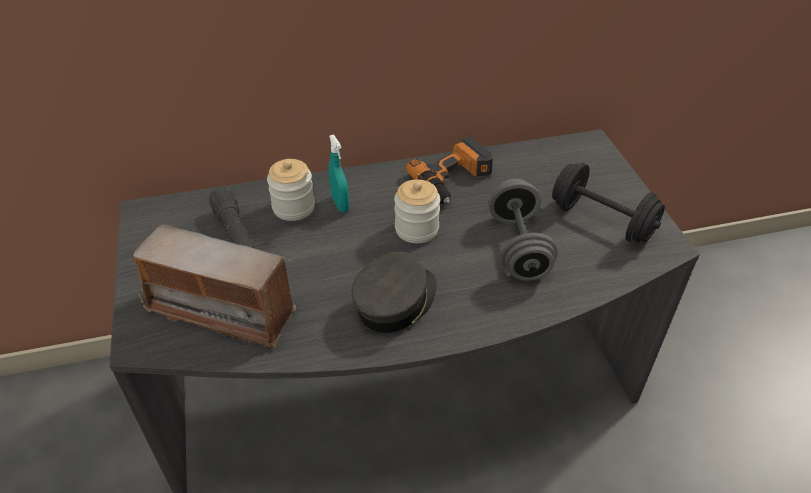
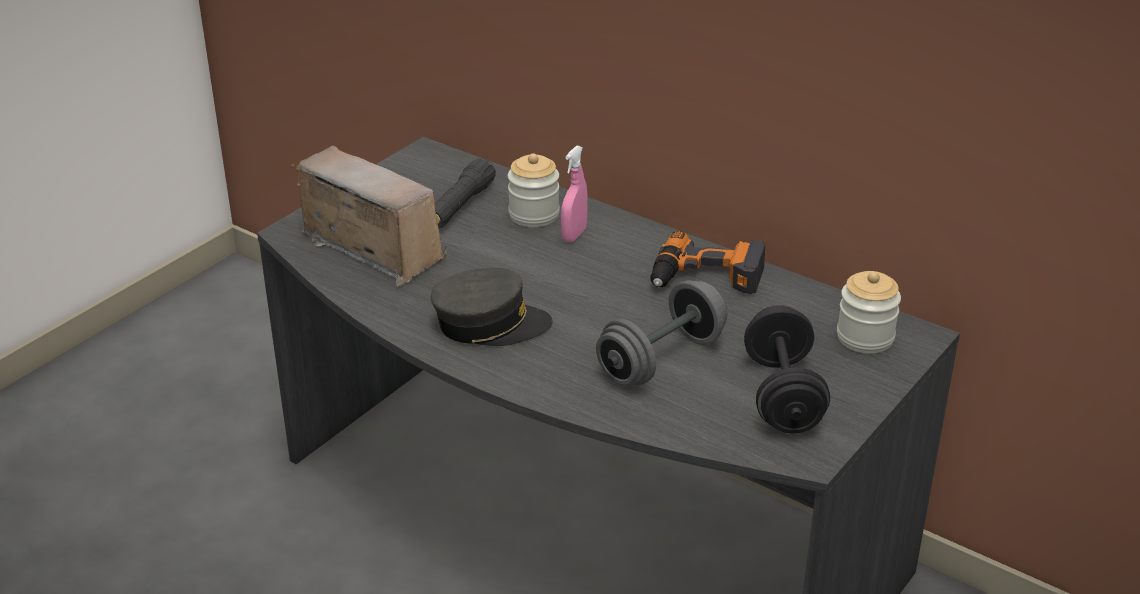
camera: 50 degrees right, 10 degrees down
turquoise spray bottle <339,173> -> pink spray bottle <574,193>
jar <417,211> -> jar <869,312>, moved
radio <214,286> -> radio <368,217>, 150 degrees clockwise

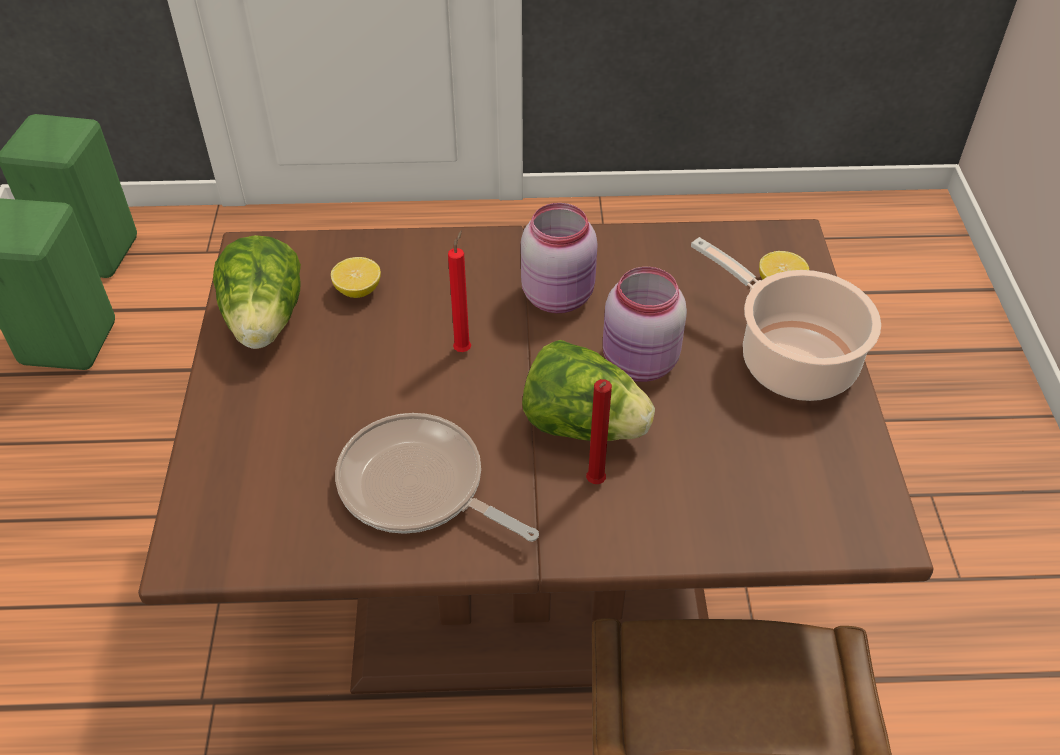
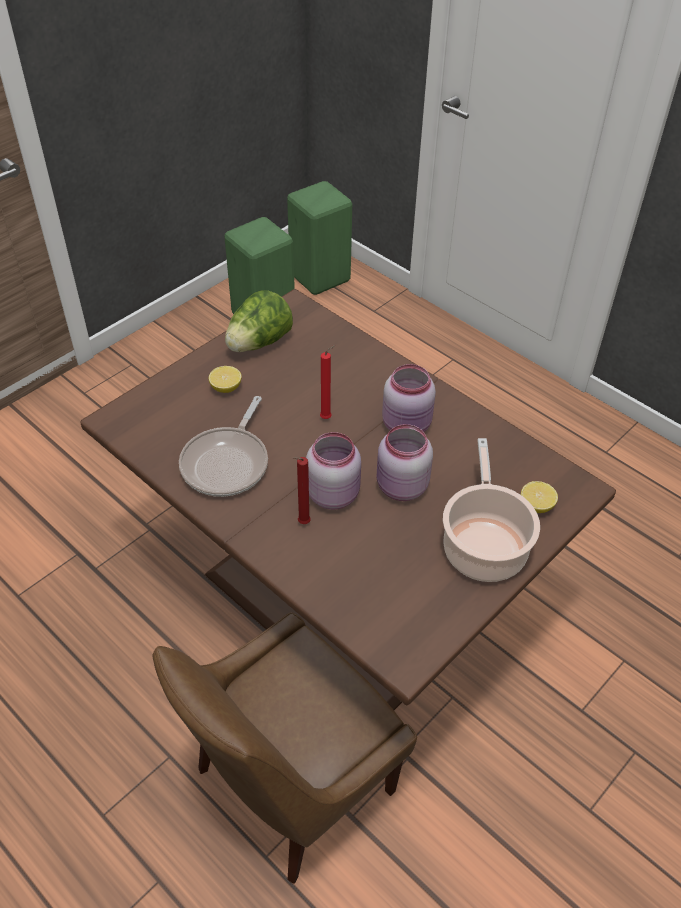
camera: 45 degrees right, 0 degrees up
lemon <356,277> -> lemon <225,379>, moved
lettuce <588,390> -> pink jar <333,471>
frying pan <437,477> -> frying pan <223,446>, 150 degrees counterclockwise

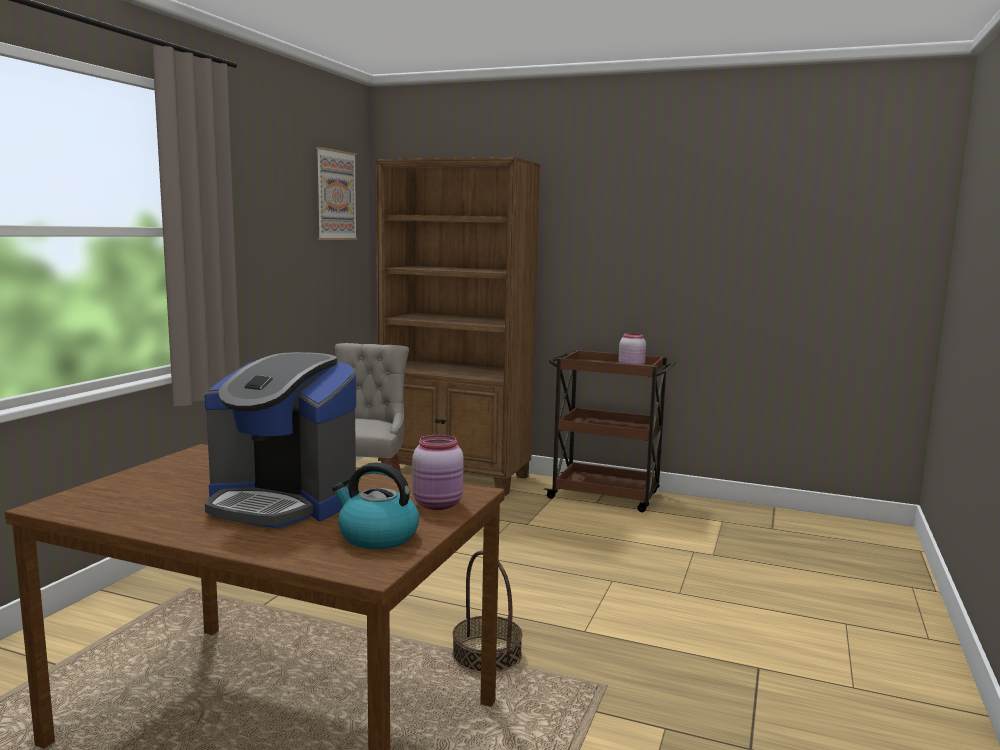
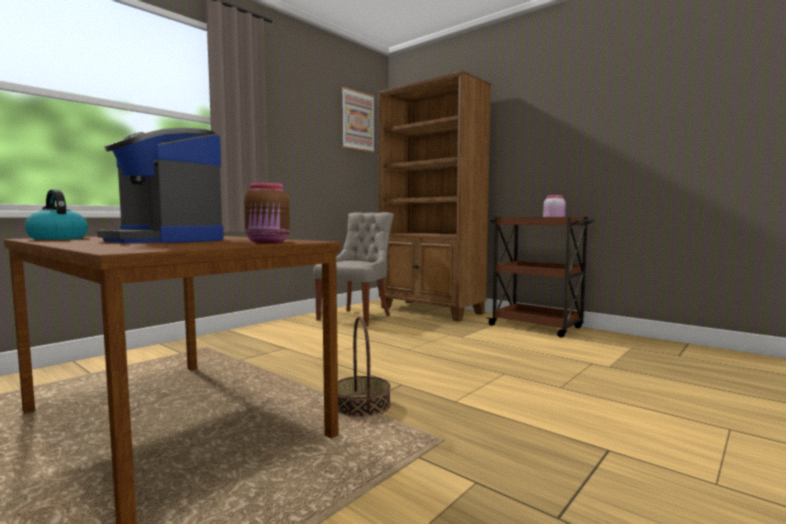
camera: 20 degrees right, 5 degrees down
pink jar <438,472> -> brown jar <267,213>
kettle <375,505> -> kettle <56,214>, moved

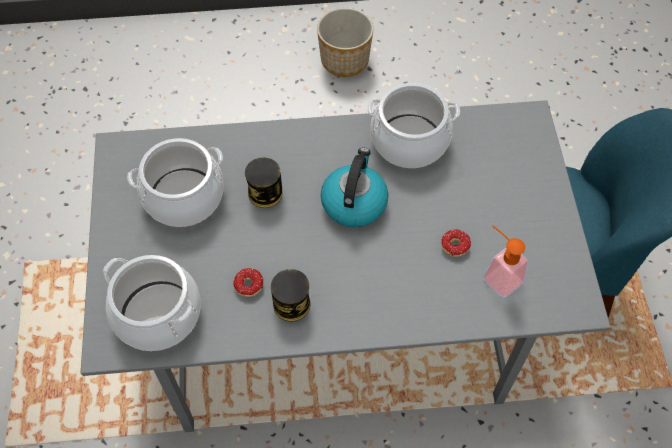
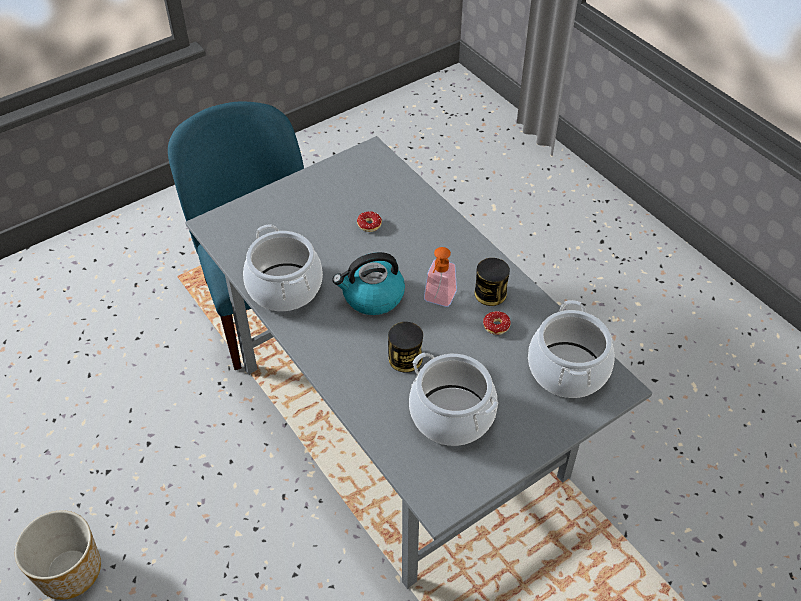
camera: 120 degrees left, 10 degrees down
soap dispenser <505,261> -> soap dispenser <440,277>, moved

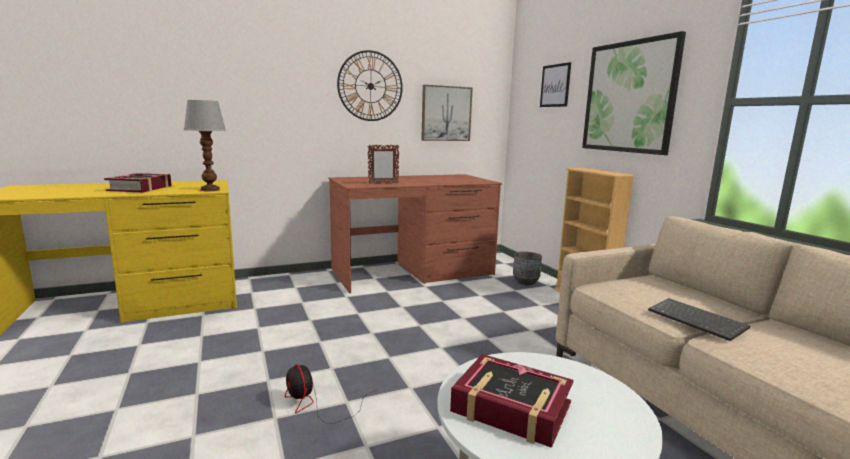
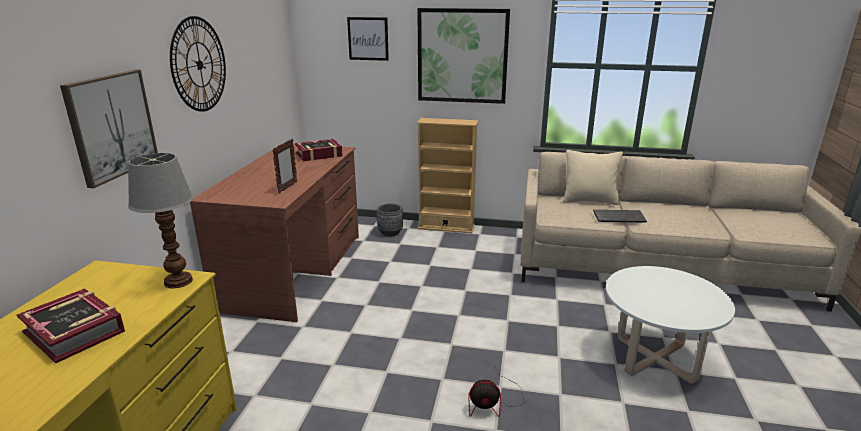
camera: 55 degrees left, 10 degrees up
picture <447,113> -> picture <109,129>, moved
book <511,401> -> book <319,150>, moved
none -> beige pillow <593,177>

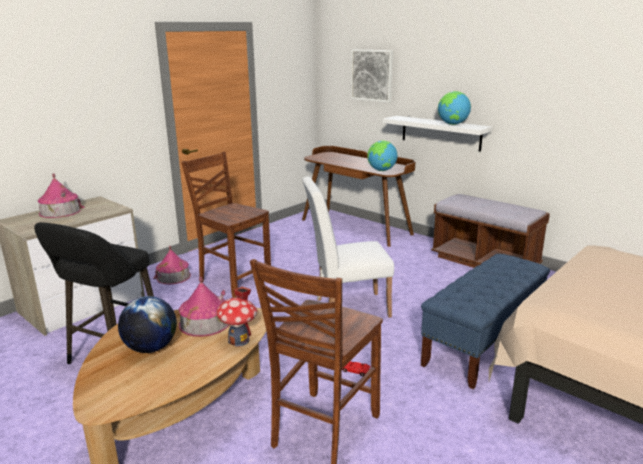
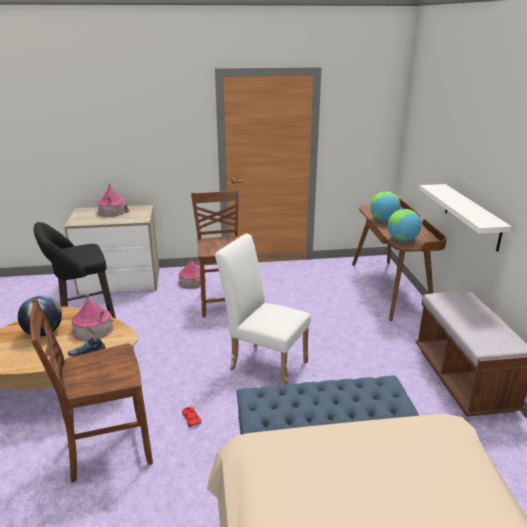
camera: 40 degrees right, 5 degrees up
picture <372,76> -> none
globe <454,108> -> globe <385,207>, moved
toy house <236,317> -> shoe <86,347>

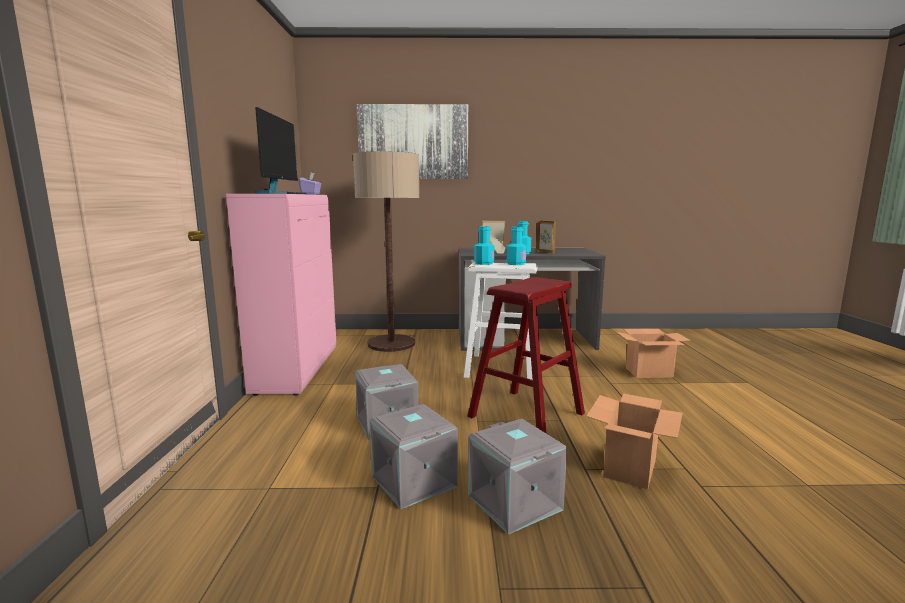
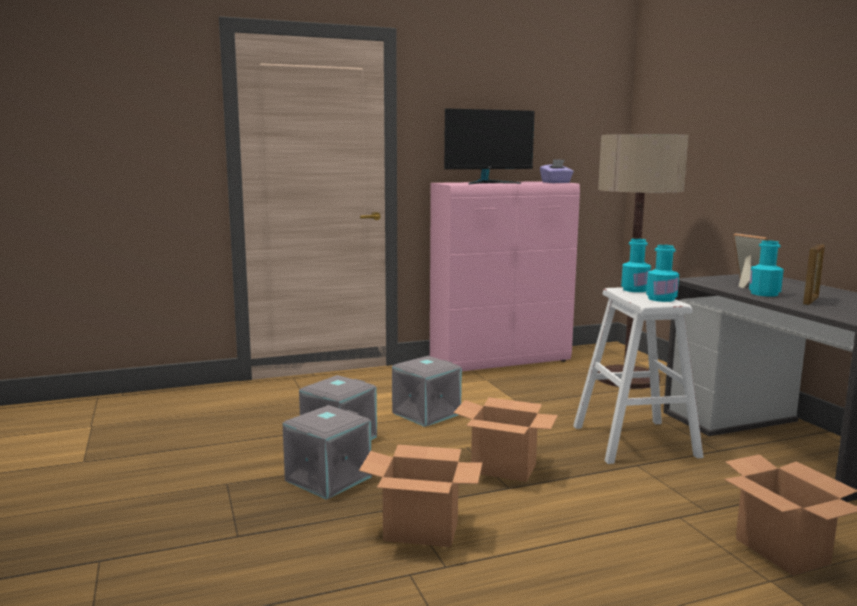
camera: 70 degrees right, 0 degrees up
picture <412,141> -> none
red stool <526,355> -> cardboard box <505,439>

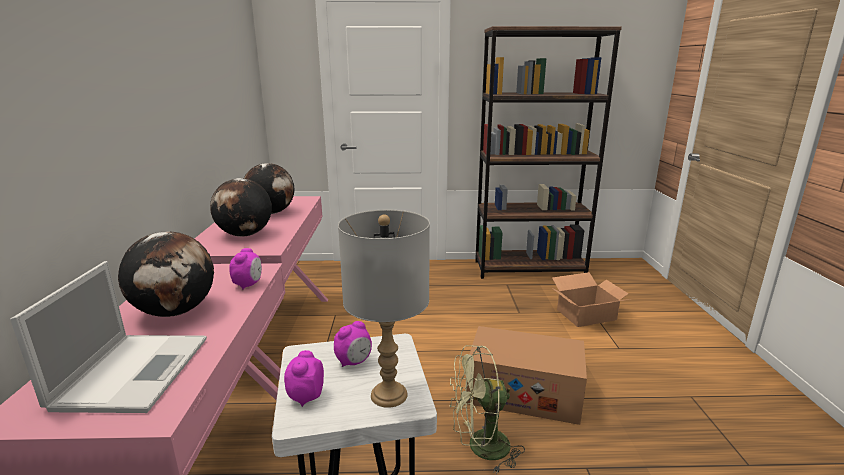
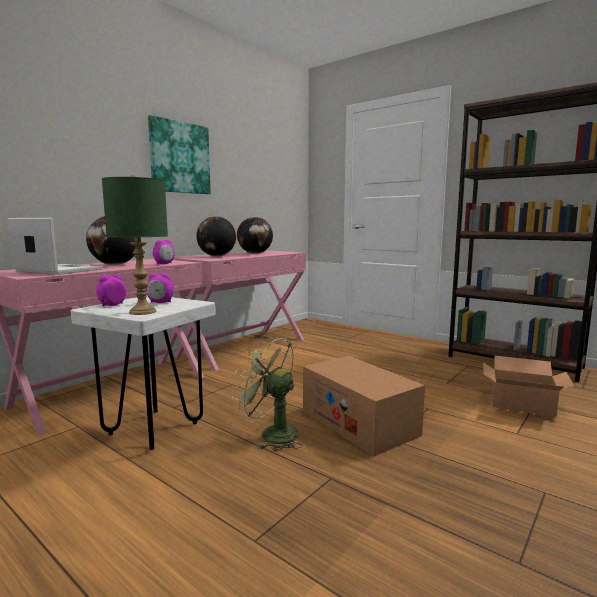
camera: 40 degrees right, 10 degrees down
grey table lamp <384,309> -> green table lamp <135,244>
laptop <108,337> -> laptop <55,246>, 105 degrees counterclockwise
none -> picture <179,154>

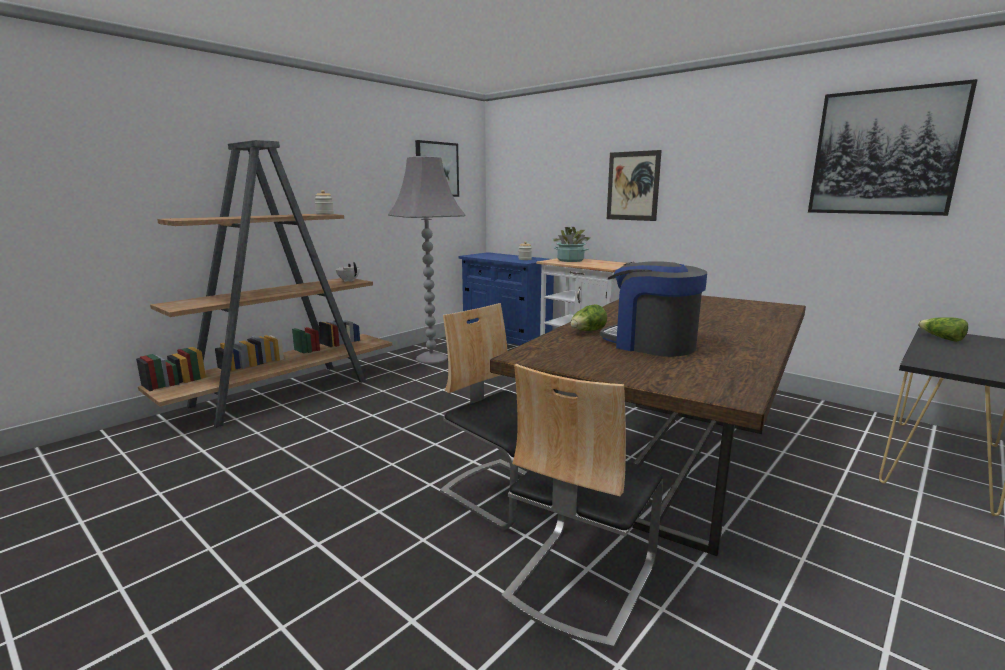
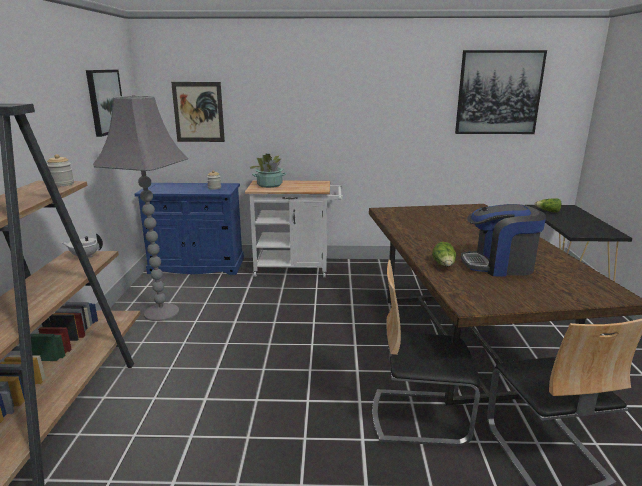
camera: 40 degrees left, 5 degrees up
picture <634,185> -> picture <198,112>, moved

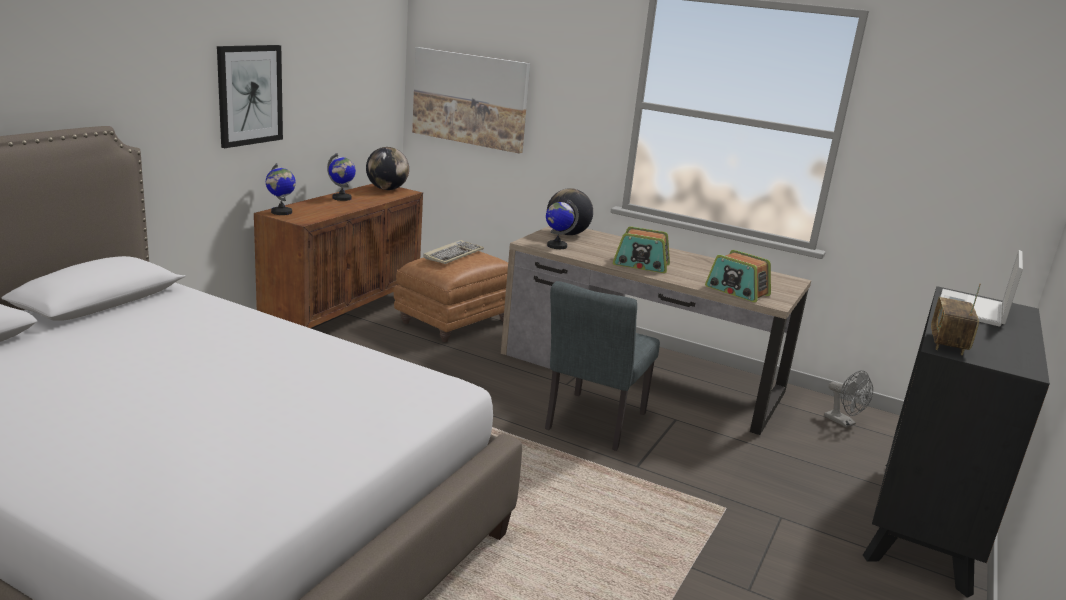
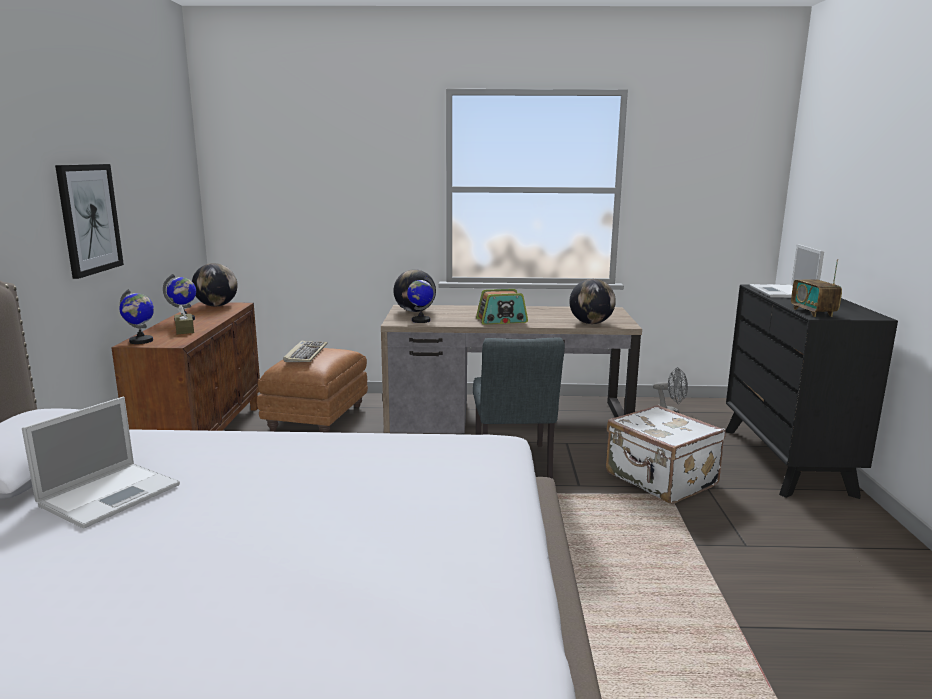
camera: 25 degrees left, 5 degrees down
picture <471,100> -> none
radio <738,276> -> globe <592,301>
none -> brown tissue box <184,319>
none -> laptop <101,463>
none -> white suitcase <666,454>

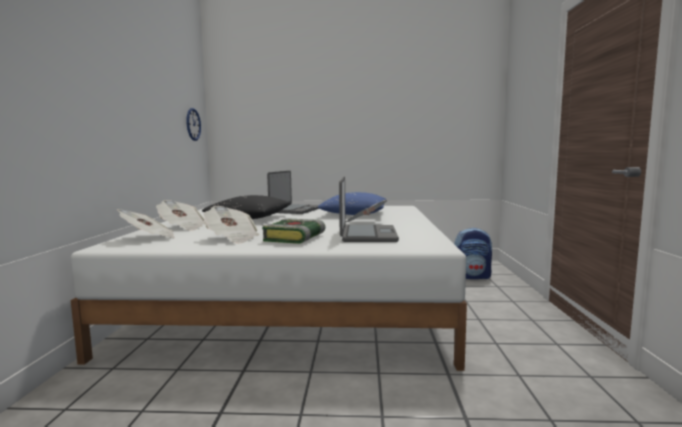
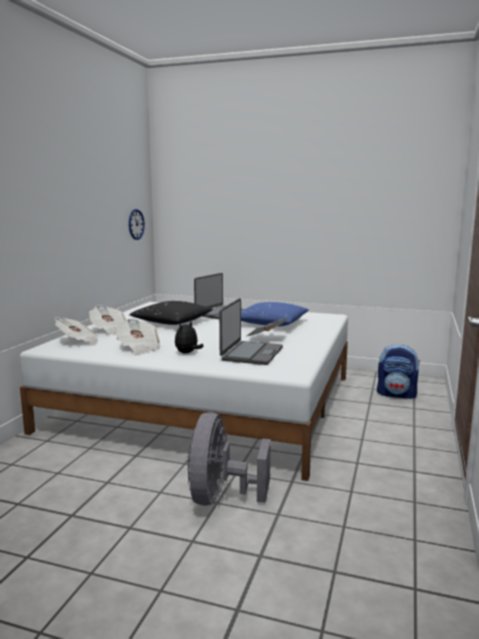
camera: 15 degrees right, 5 degrees up
book <294,231> -> plush toy <189,337>
none -> grey fan <229,459>

